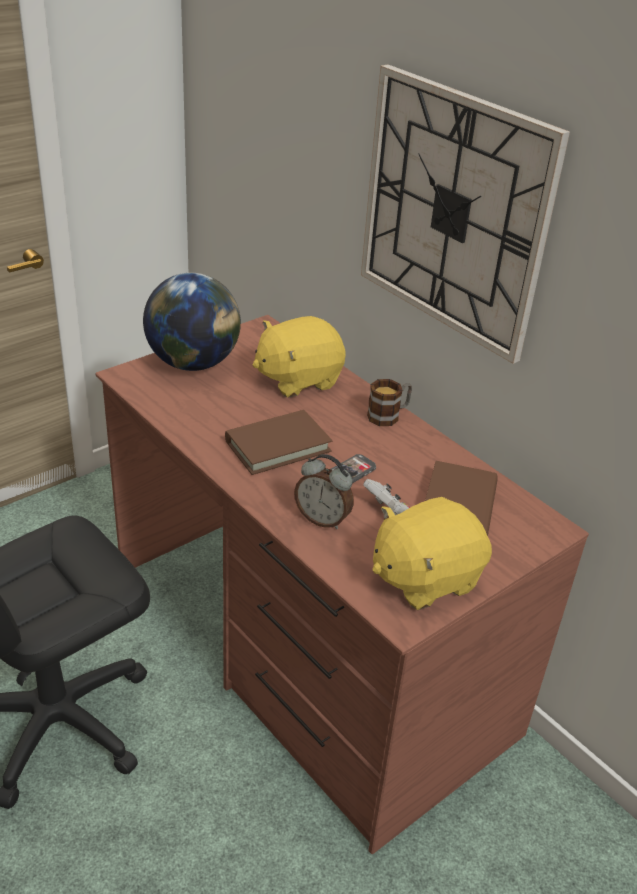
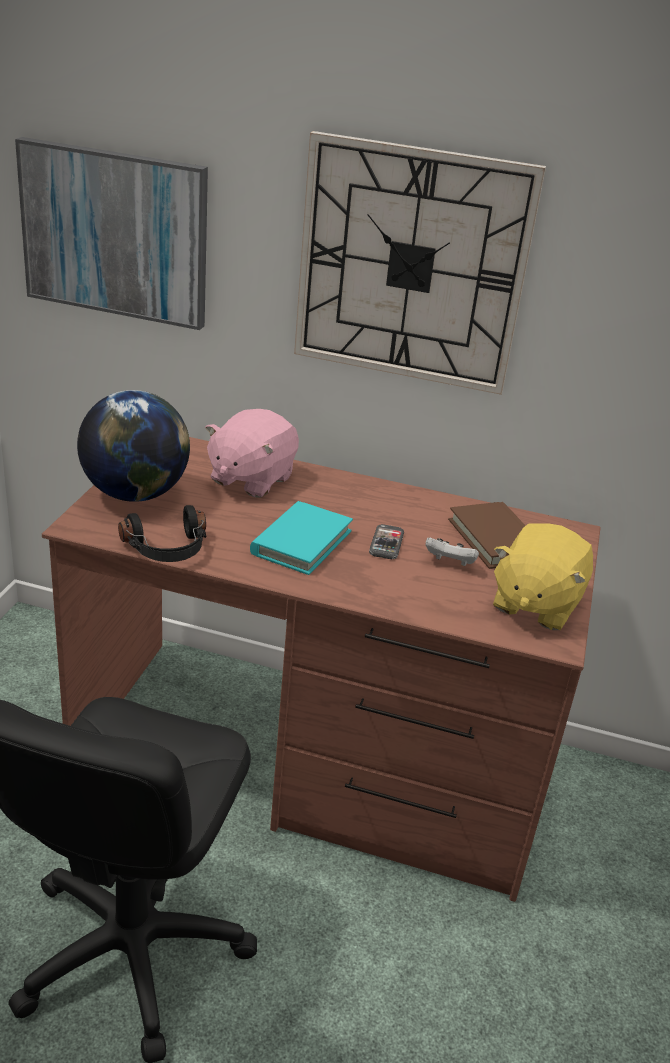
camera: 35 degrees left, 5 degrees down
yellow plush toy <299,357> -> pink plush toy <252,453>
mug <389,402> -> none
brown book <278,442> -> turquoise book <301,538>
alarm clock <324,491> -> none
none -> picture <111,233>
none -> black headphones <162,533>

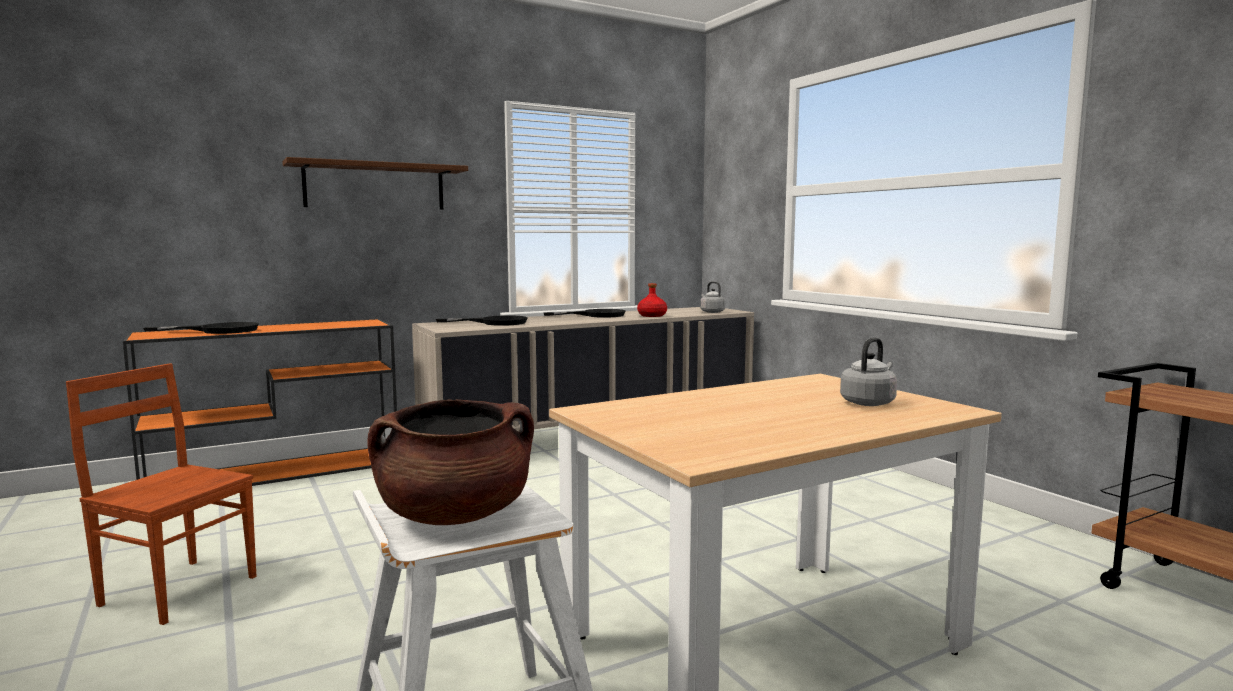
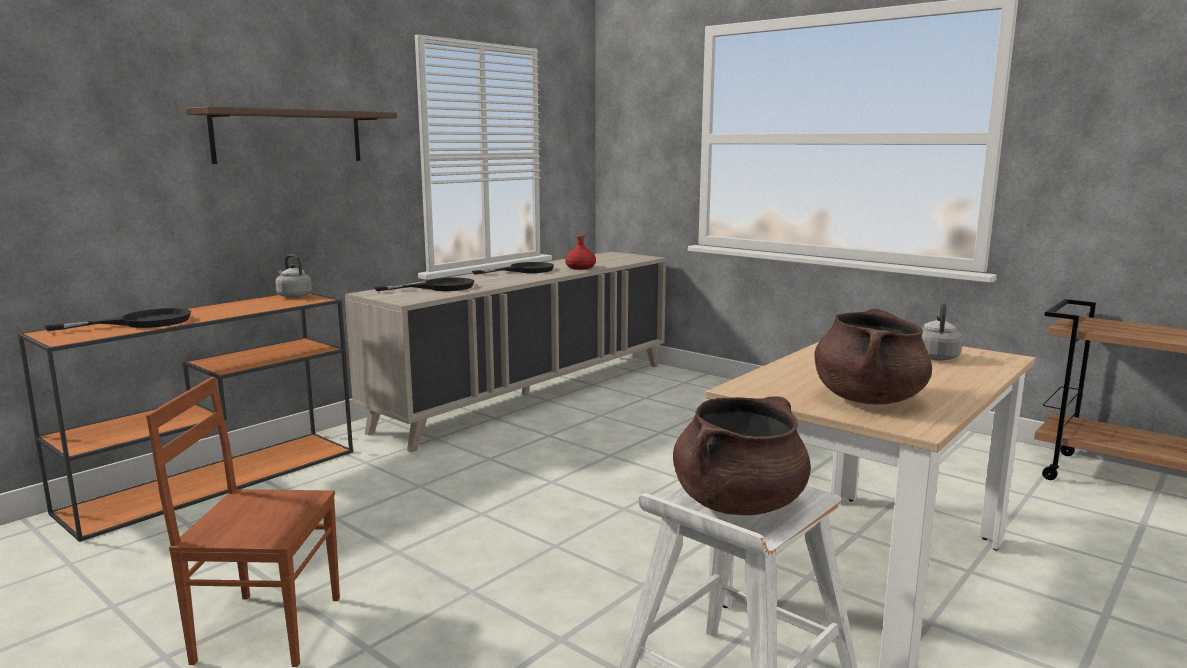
camera: 20 degrees left, 5 degrees up
grey kettle <712,297> -> grey kettle <293,276>, moved
none -> brown cooking pot <873,356>

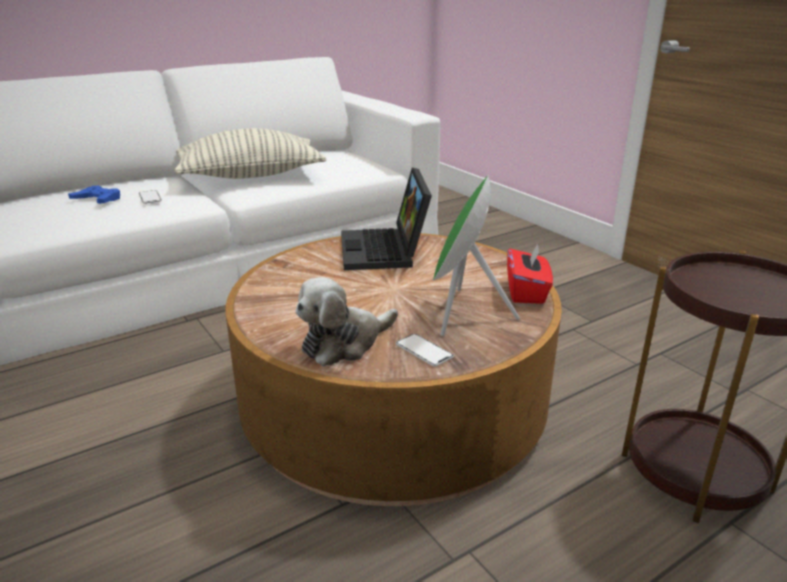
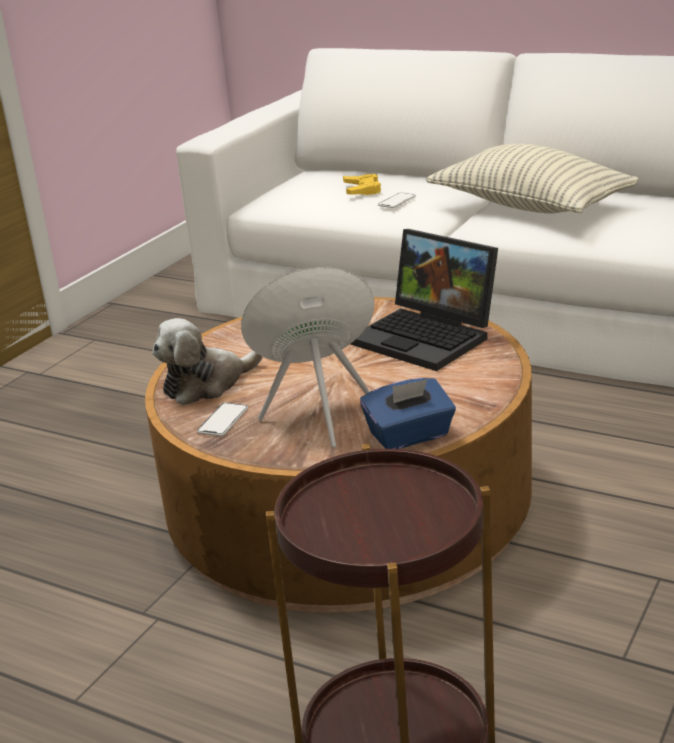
camera: 65 degrees right, 0 degrees up
laptop <386,219> -> laptop <424,300>, 105 degrees counterclockwise
blue game controller <94,195> -> yellow game controller <362,184>
red tissue box <530,273> -> blue tissue box <408,413>
plush toy <346,321> -> plush toy <207,361>, 60 degrees counterclockwise

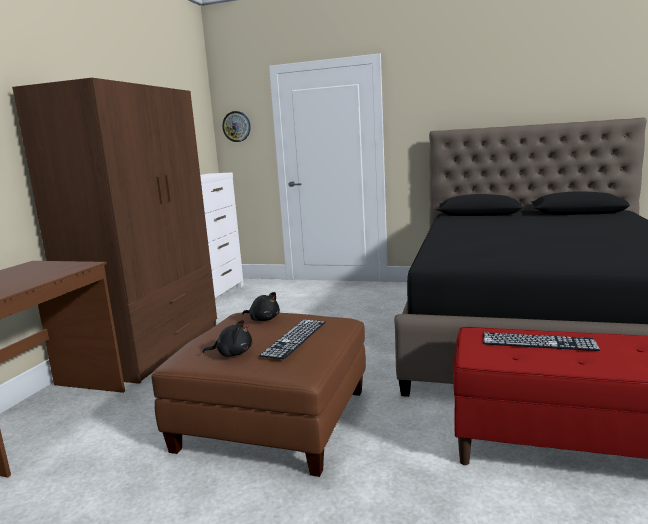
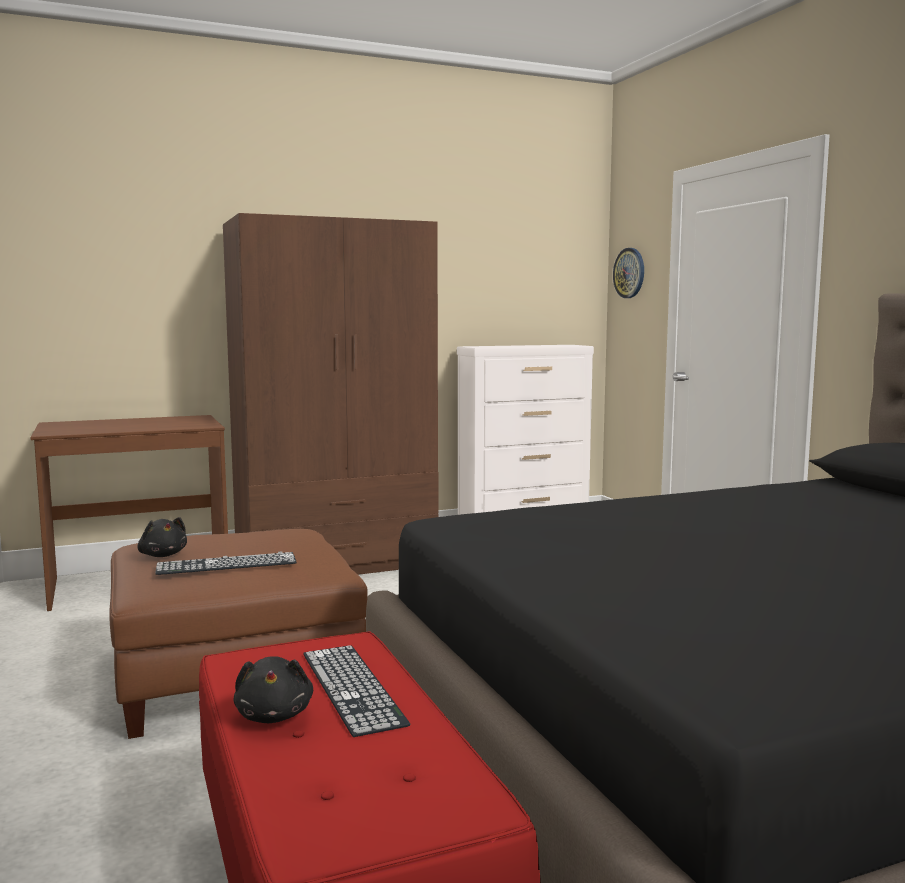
camera: 50 degrees right, 5 degrees down
black plush toy <261,306> -> black plush toy <273,689>, moved

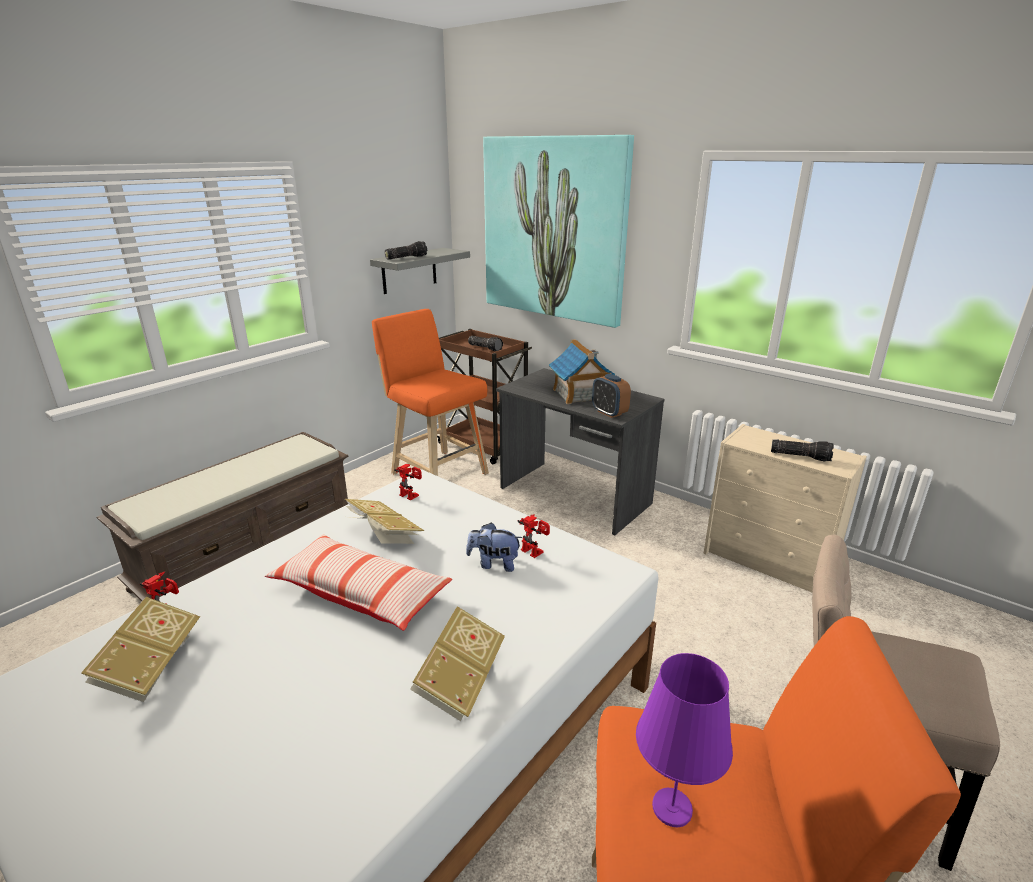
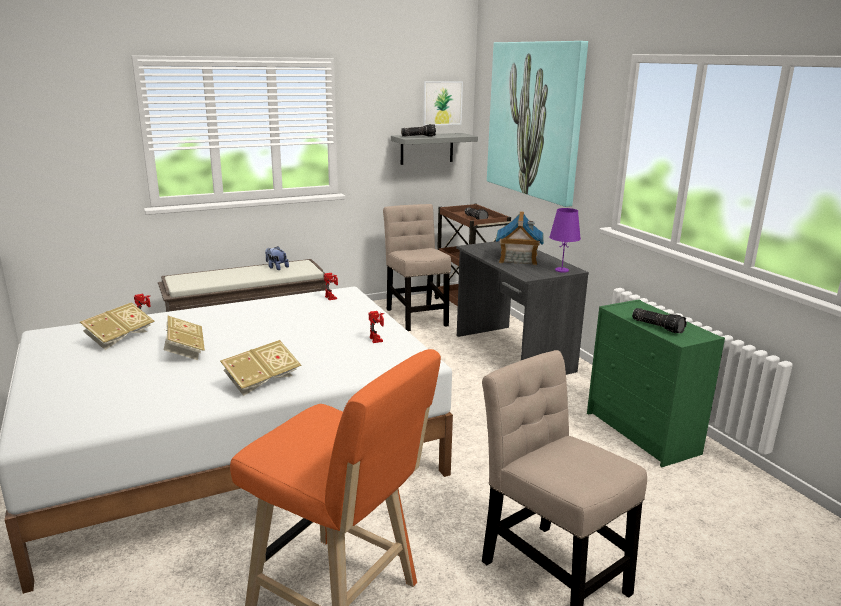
camera: 25 degrees right, 5 degrees down
orange stool <430,392> -> beige chair <417,267>
alarm clock <611,396> -> none
beige dresser <785,508> -> green dresser <656,383>
book <384,521> -> book <184,338>, moved
plush toy <494,547> -> plush toy <277,258>, moved
pillow <358,582> -> none
purple table lamp <684,740> -> purple table lamp <565,240>, moved
none -> picture <443,103>

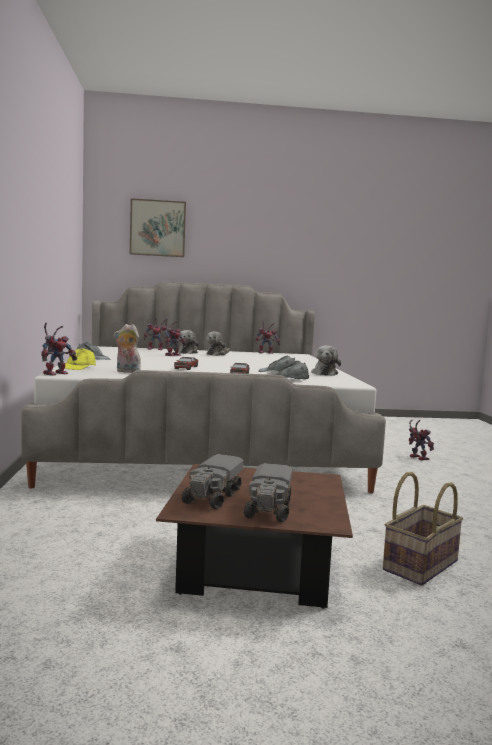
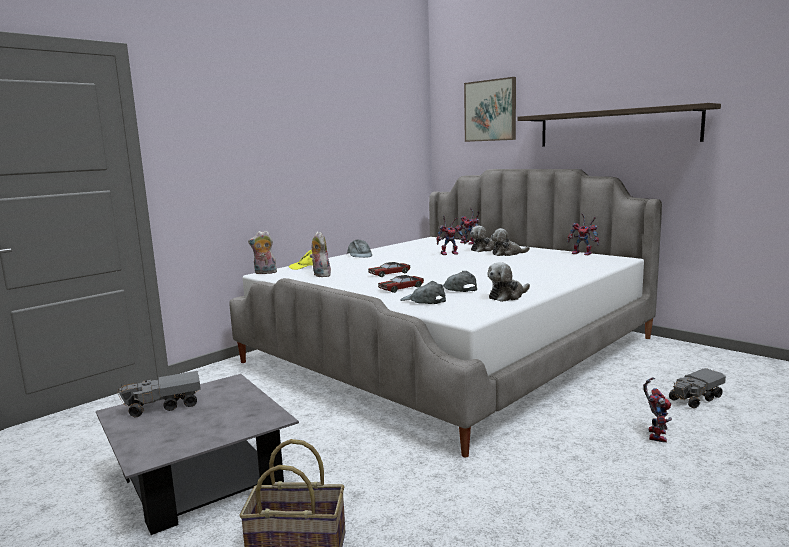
camera: 50 degrees right, 5 degrees up
toy robot <59,349> -> plush toy <262,252>
toy truck <268,492> -> toy truck <697,388>, moved
brown coffee table <254,536> -> grey coffee table <197,454>
none -> shelf <619,125>

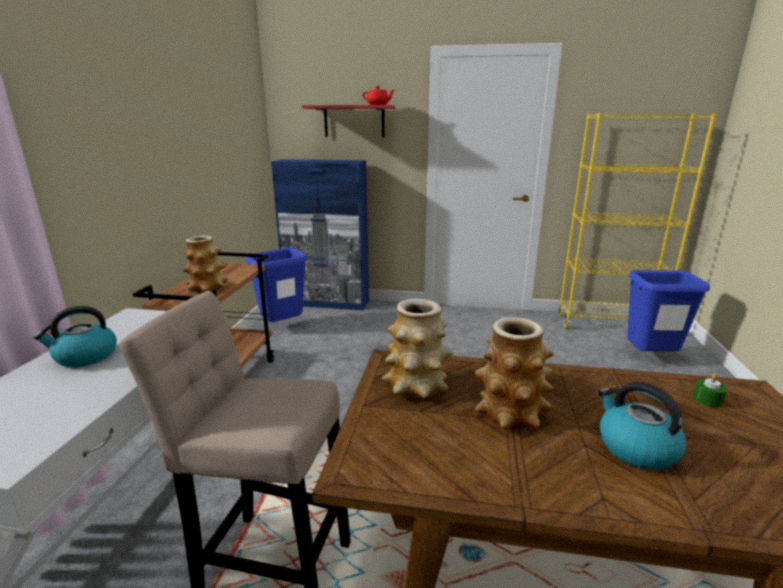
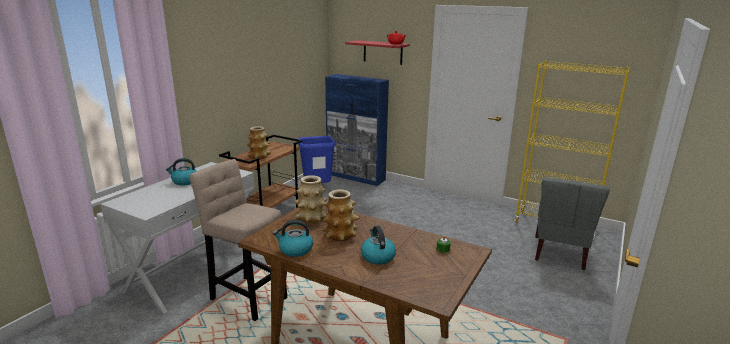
camera: 20 degrees right, 0 degrees up
blue trash can <668,311> -> grey chair <572,223>
none -> kettle <293,238>

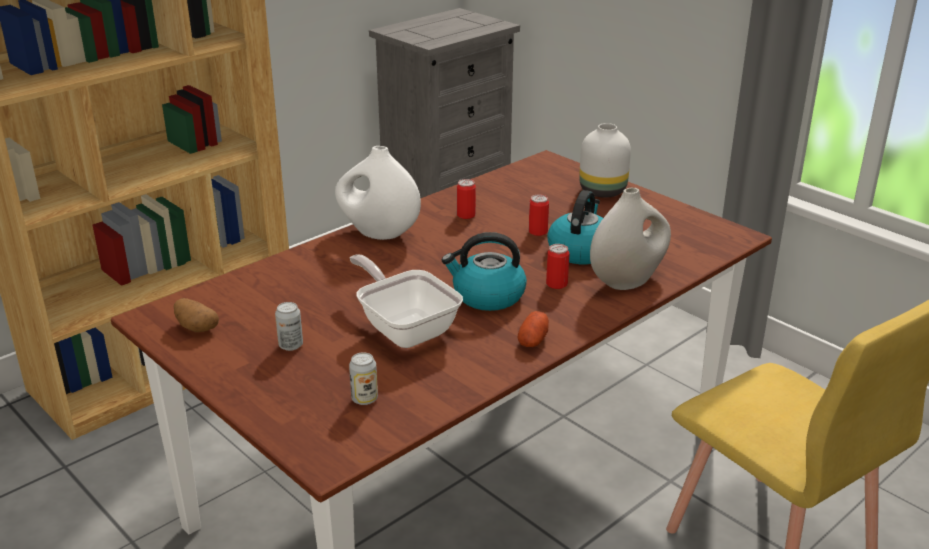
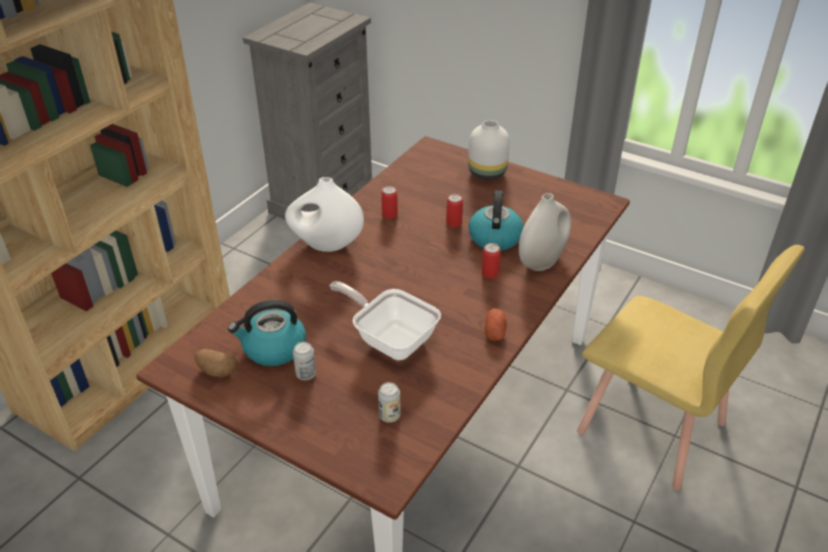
camera: 15 degrees left, 10 degrees up
kettle <484,271> -> kettle <267,333>, moved

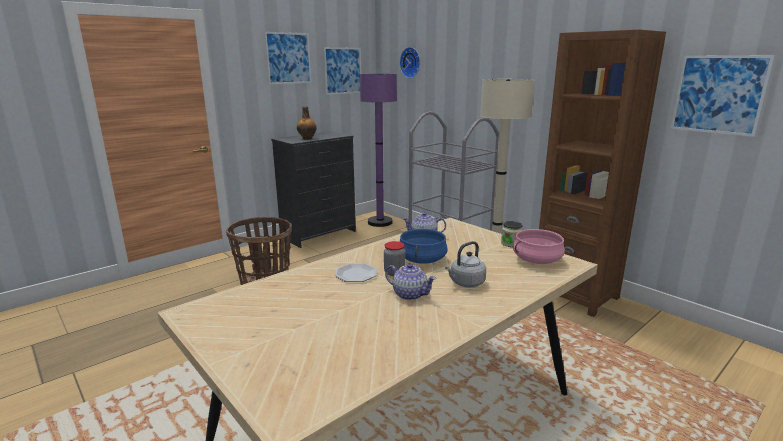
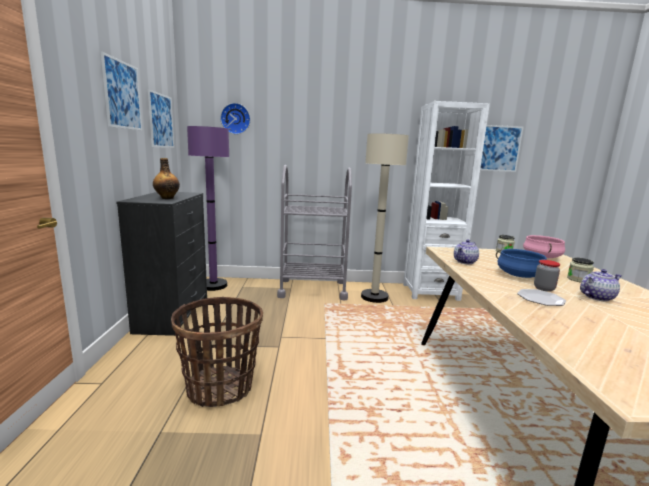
camera: 50 degrees left, 5 degrees down
brown bookcase <602,173> -> white bookcase <446,201>
grey kettle <465,264> -> jar <580,270>

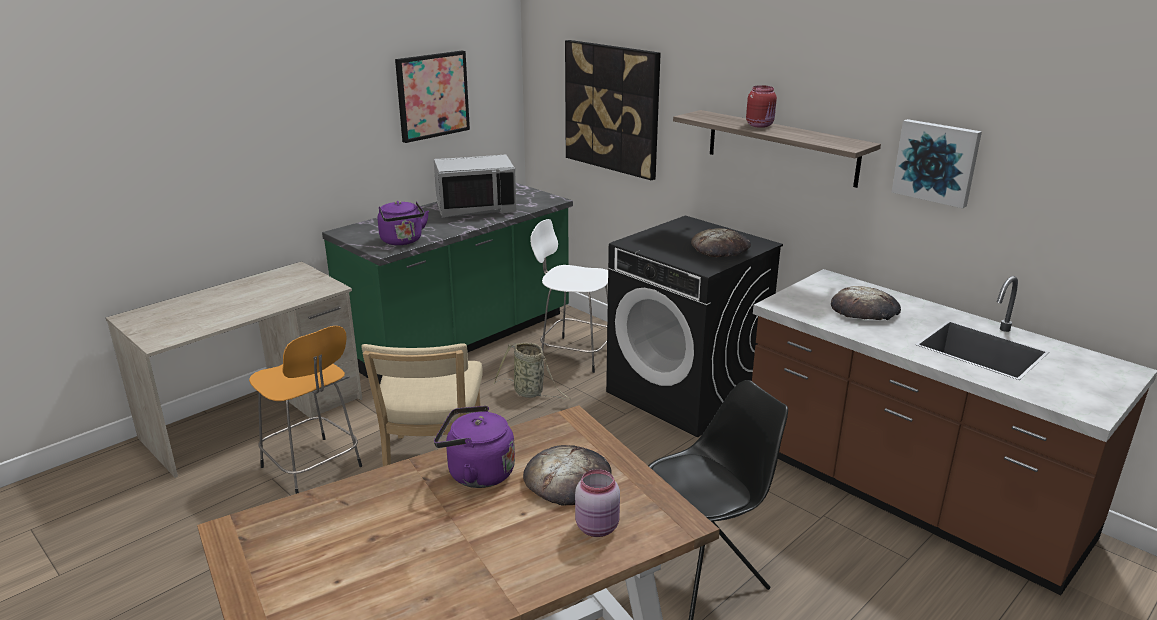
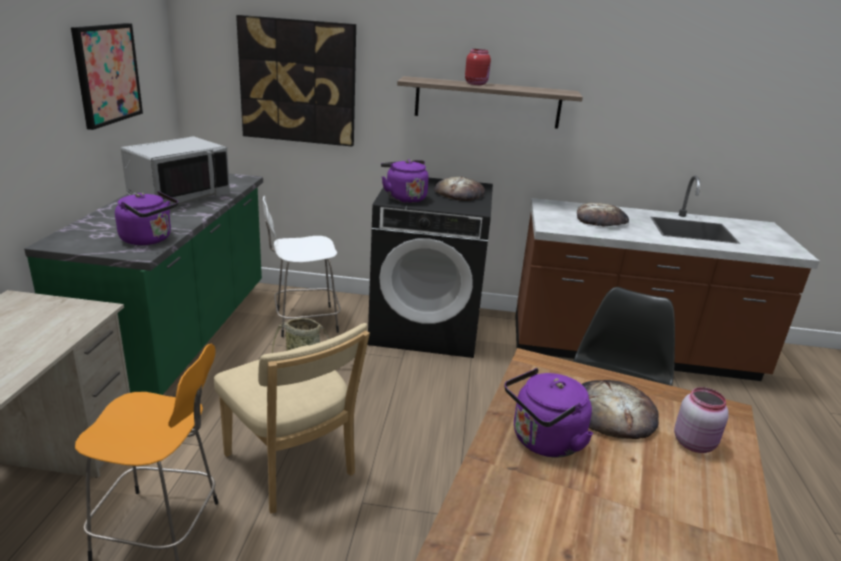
camera: 40 degrees left, 0 degrees up
picture <937,163> -> none
none -> purple kettle <405,181>

